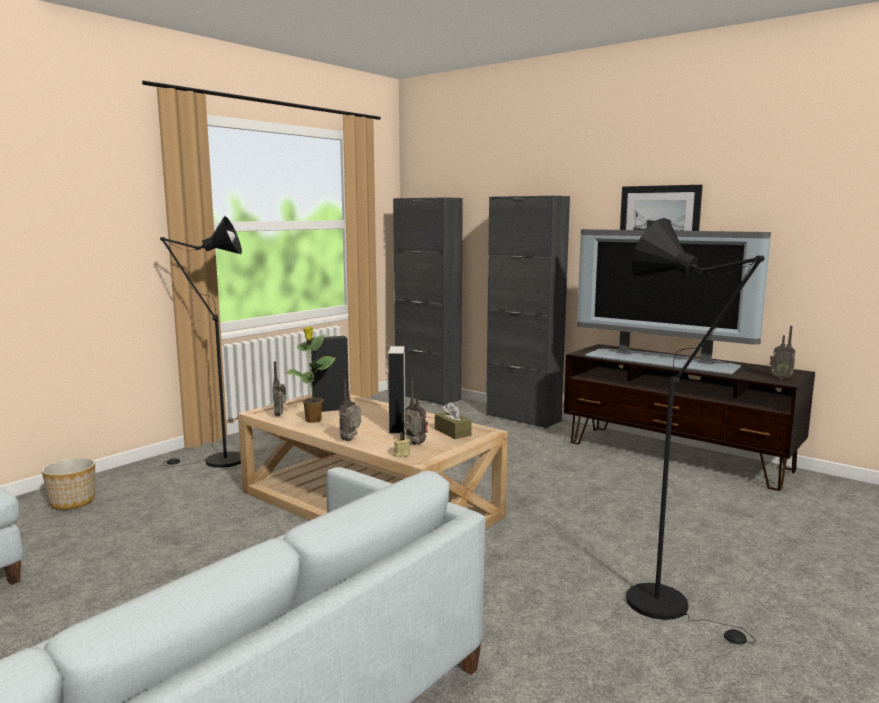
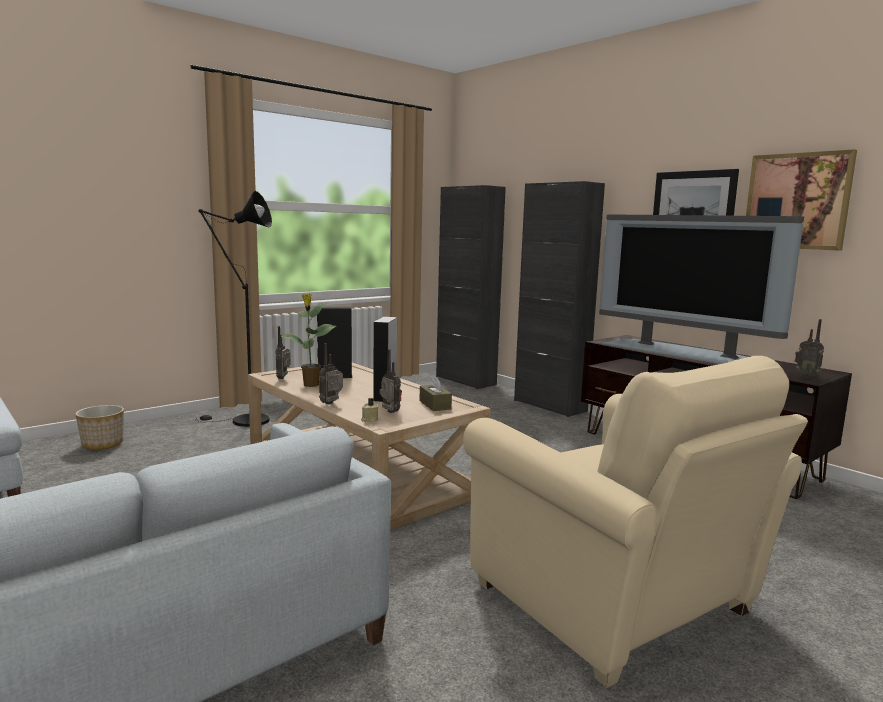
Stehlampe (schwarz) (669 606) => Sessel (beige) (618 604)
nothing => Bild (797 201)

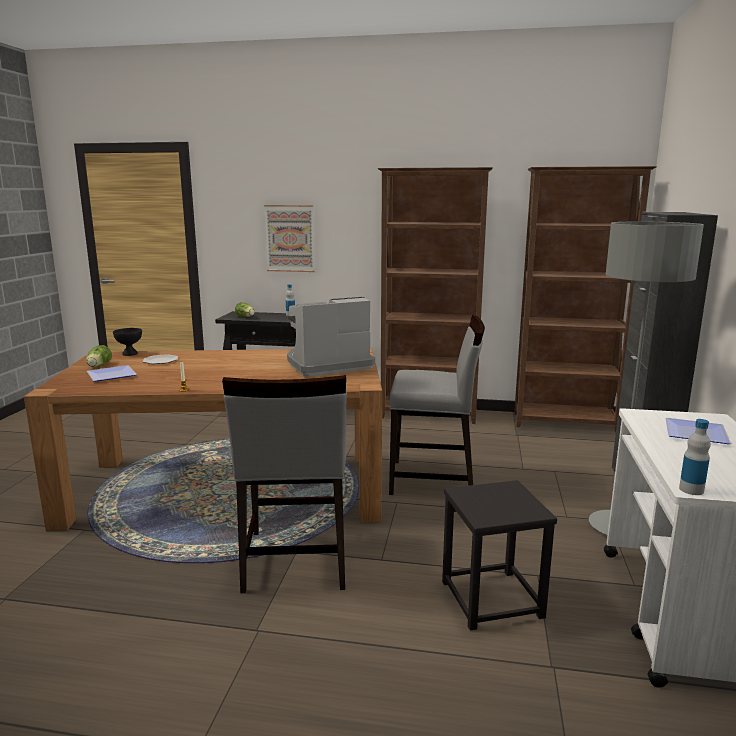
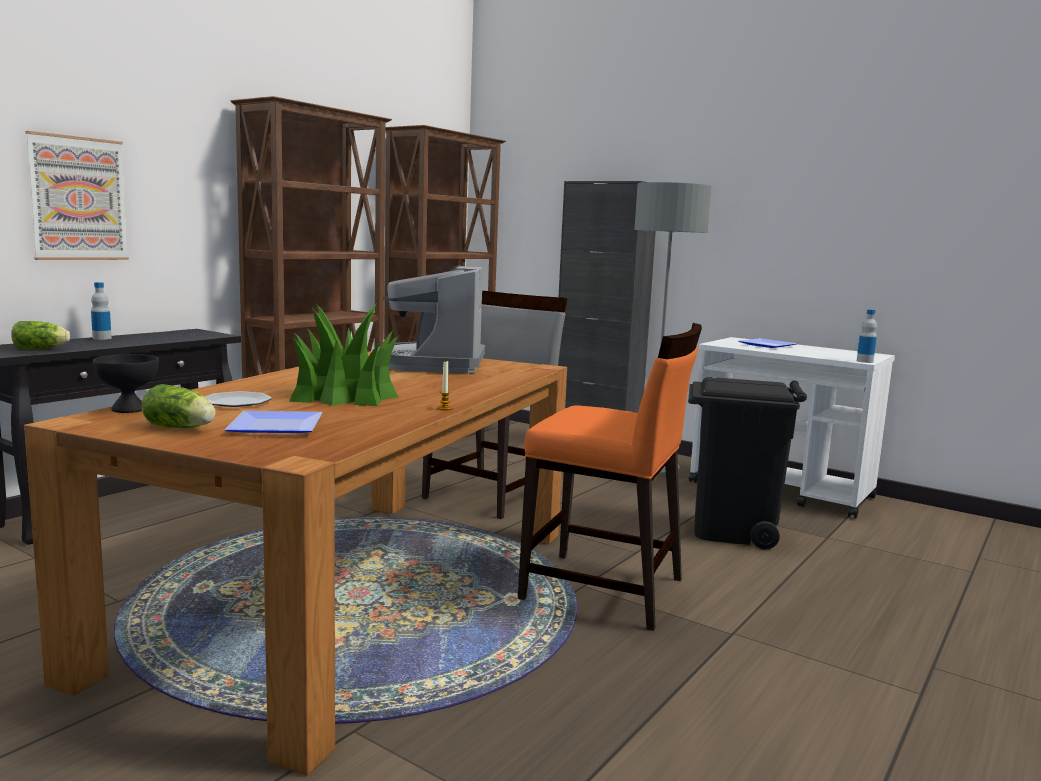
Stuhl (grau) (295 560) => Stuhl (orange) (604 590)
Hocker (schwarz) (491 599) => Mülleimer (schwarz) (732 531)
nothing => Topfpflanze (344 395)

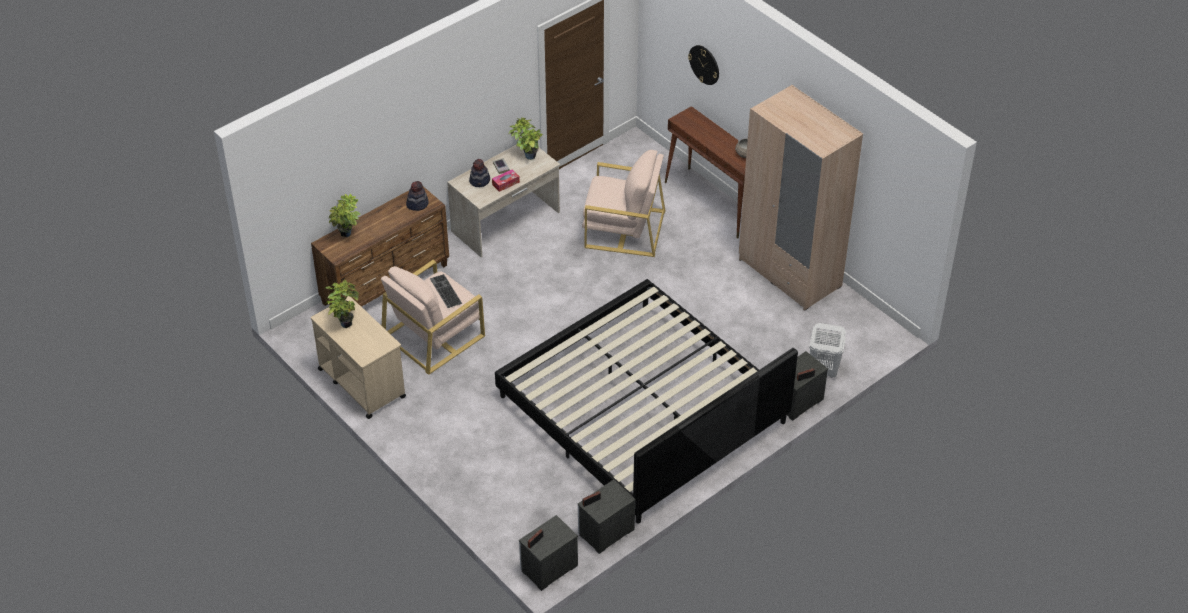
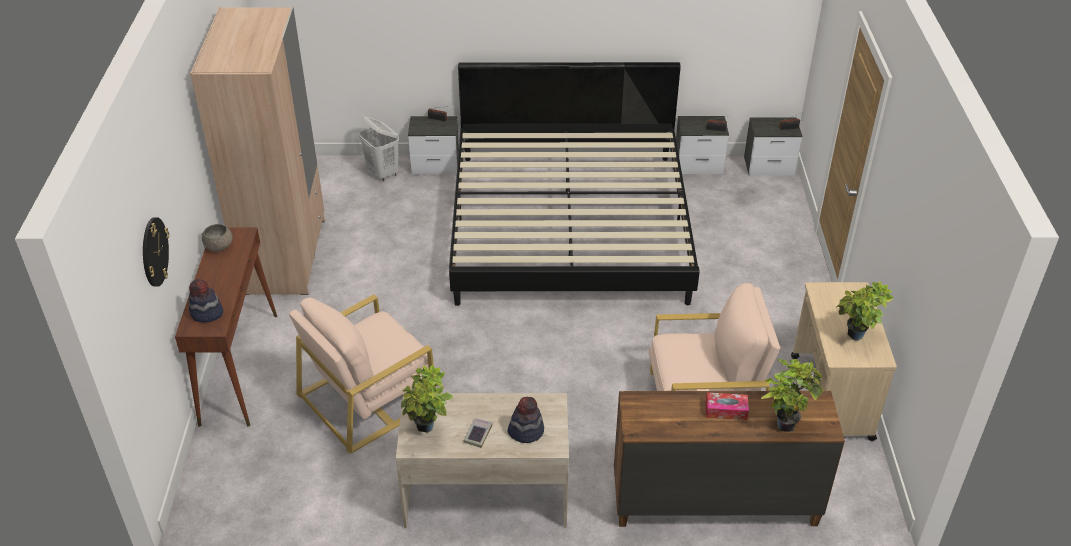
Hut (417 204) => Hut (206 313), moved
Tastatur (444 291) => nothing
Taschentuchbox (505 183) => Taschentuchbox (726 411), moved
Sessel (beige) (624 228) => Sessel (beige) (368 398), 90 degrees counterclockwise

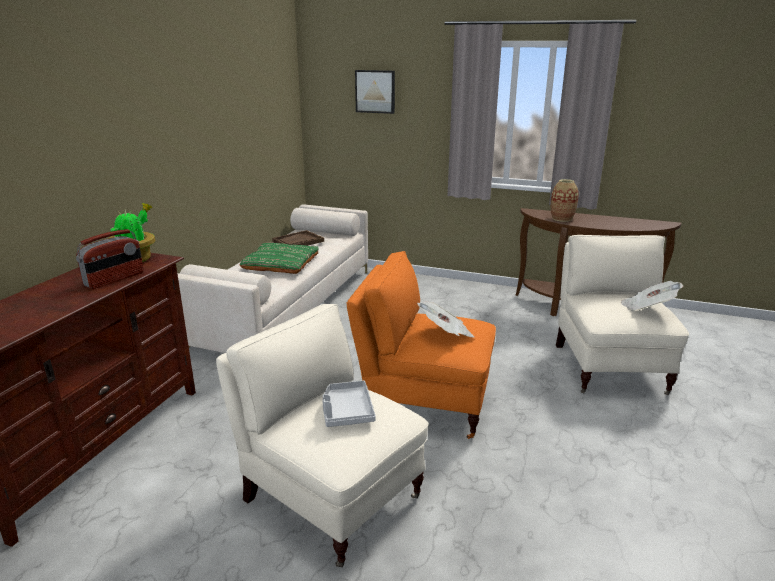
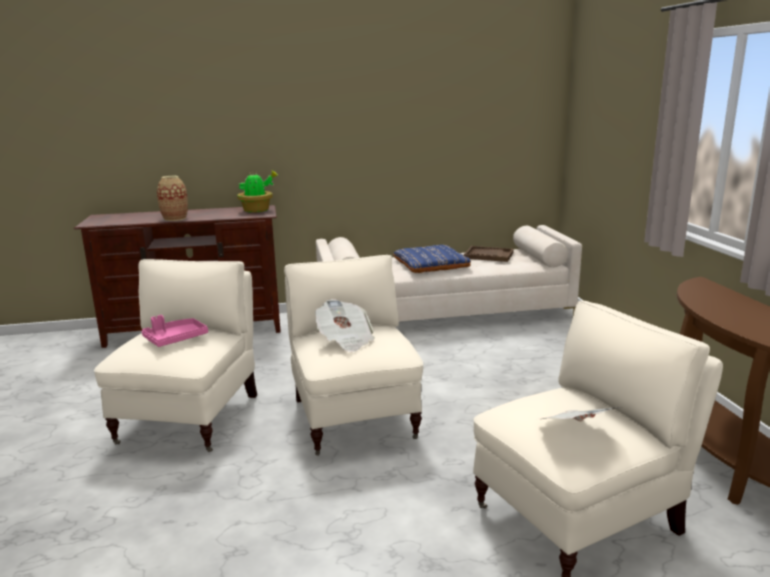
Radio (115 279) => nothing
Kissen (grün) (281 263) => Kissen (blau) (431 264)
Tablett (grau) (347 411) => Tablett (rosa) (175 339)
Sessel (orange) (422 403) => Sessel (beige) (354 417)
Bild (375 91) => nothing
Vase (562 218) => Vase (175 218), moved

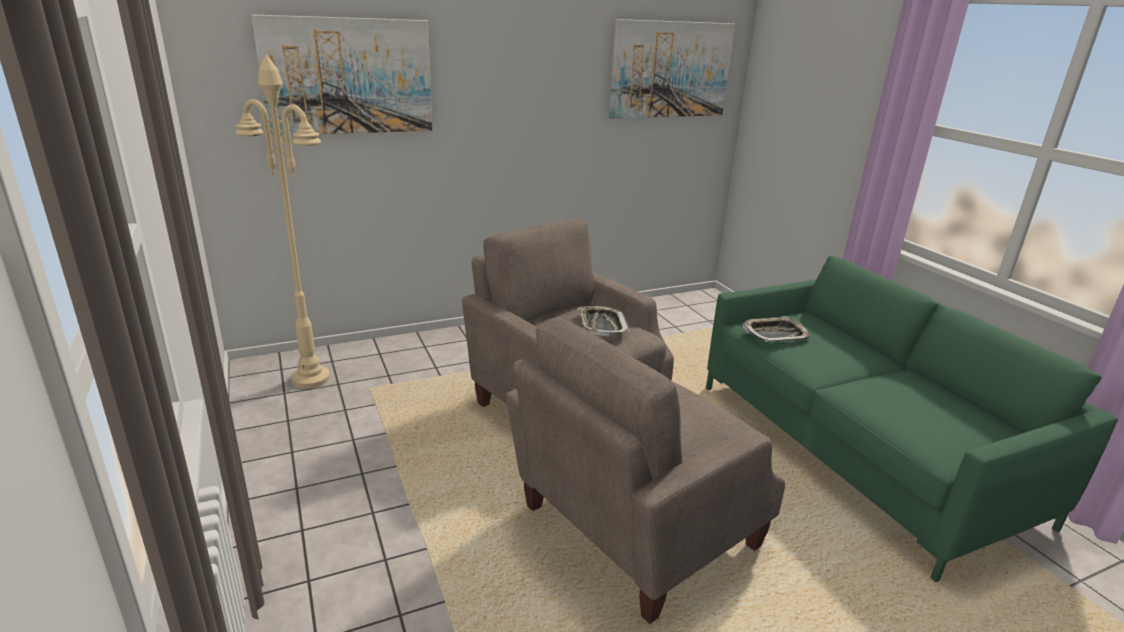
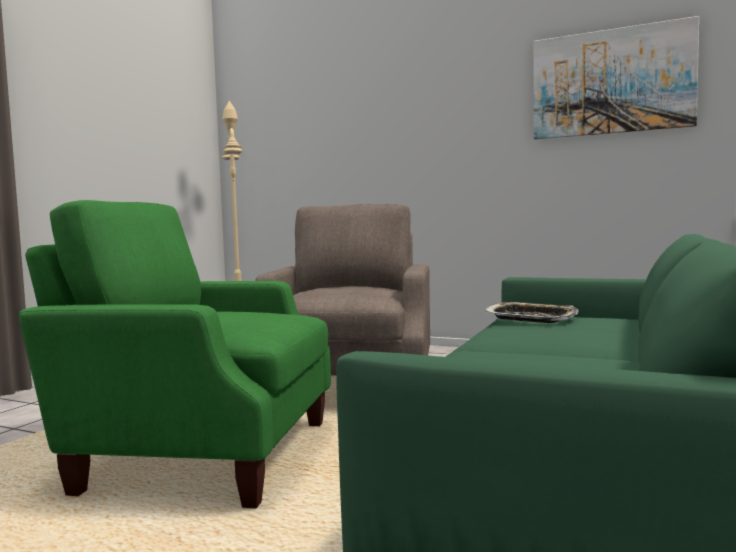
Bild (348 76) => nothing
Sessel (beige) (634 529) => Sessel (grün) (203 455)
Tablett (602 325) => nothing

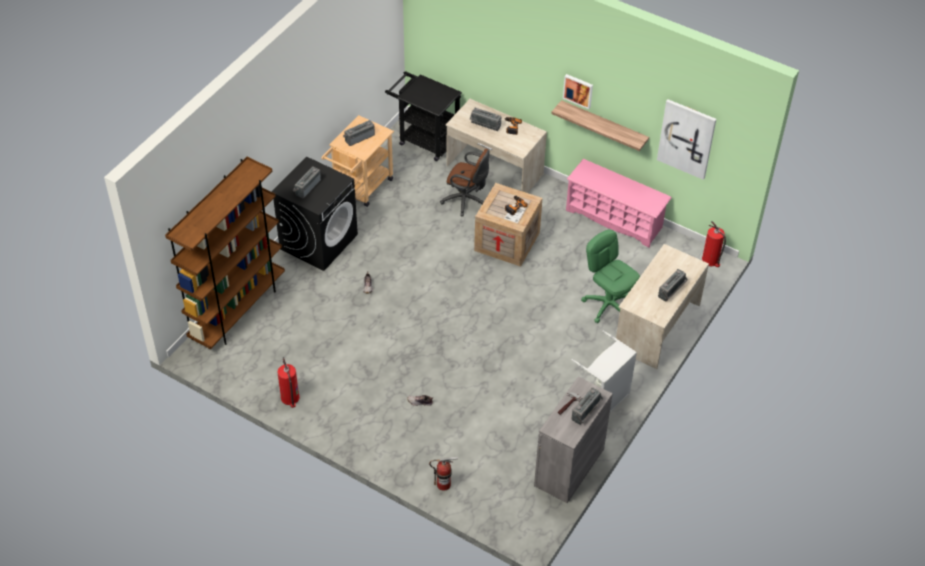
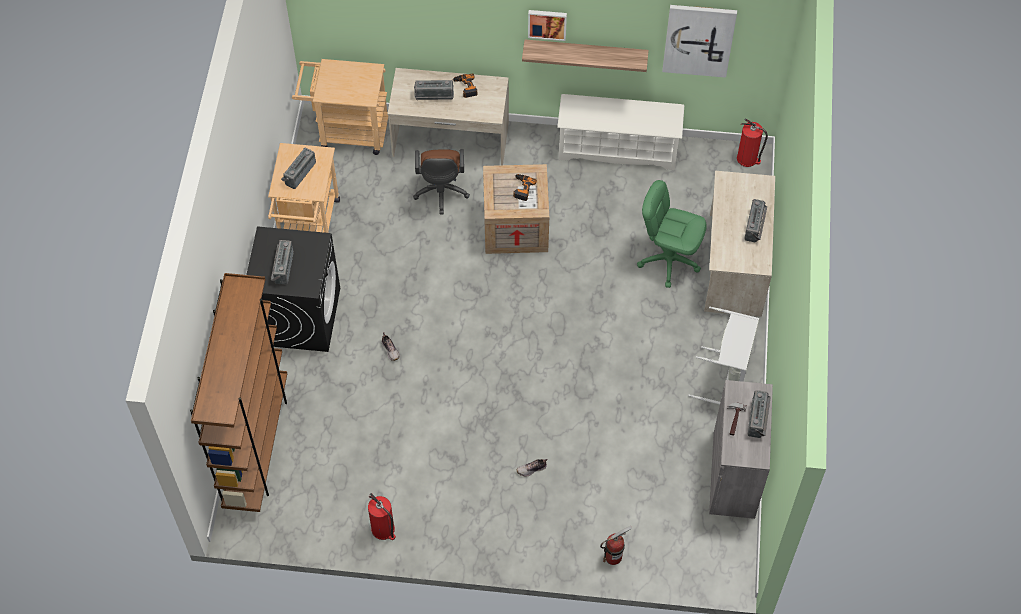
Rollwagen (schwarz) (424 139) => Rollwagen (beige) (347 132)
Bürostuhl (braun) (466 201) => Bürostuhl (braun) (441 193), 90 degrees clockwise
Schuhregal (rosa) (614 219) => Schuhregal (weiß) (618 149)

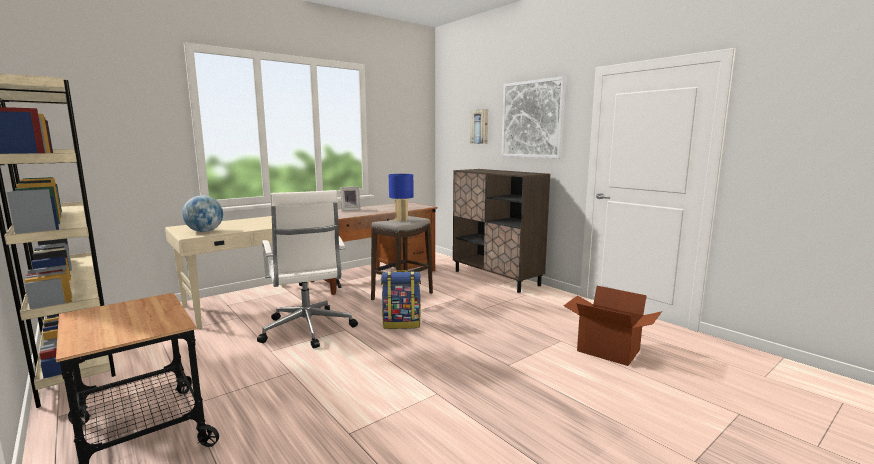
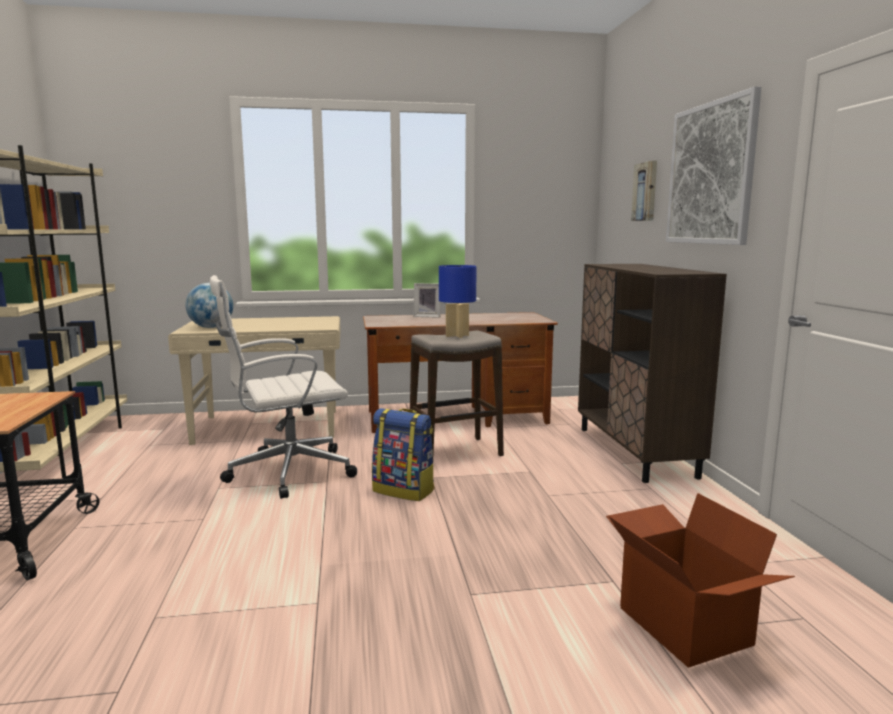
Bürostuhl (weiß) (307 330) => Bürostuhl (weiß) (286 472), 60 degrees clockwise

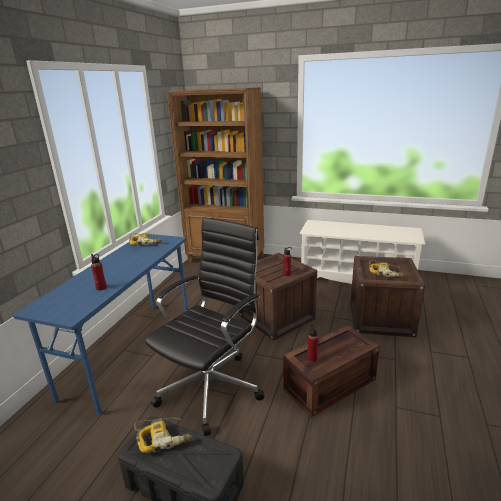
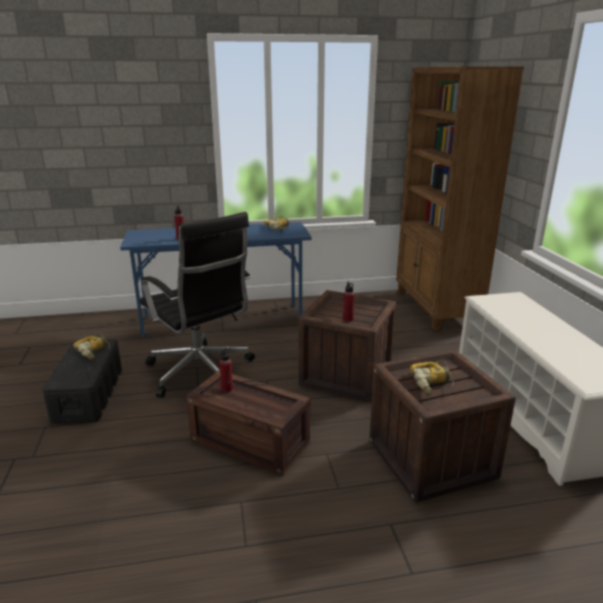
Bürostuhl (schwarz) (212 386) => Bürostuhl (schwarz) (201 372), 45 degrees clockwise

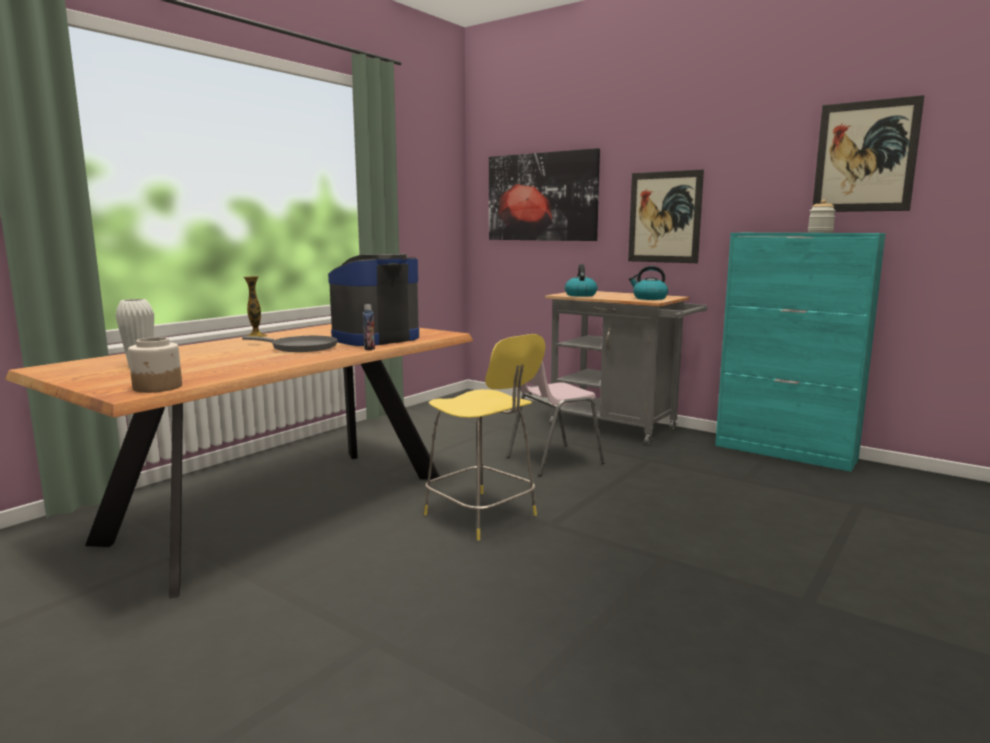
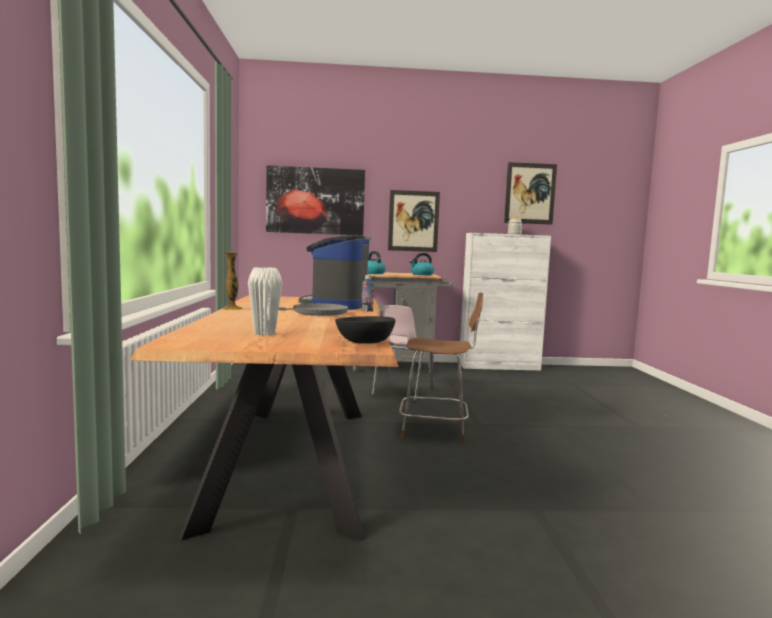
Vorratsglas (158 387) => Schüssel (schwarz) (366 343)
Hocker (gelb) (483 516) => Hocker (braun) (436 430)
Schrank (türkis) (785 452) => Schrank (weiß) (499 366)

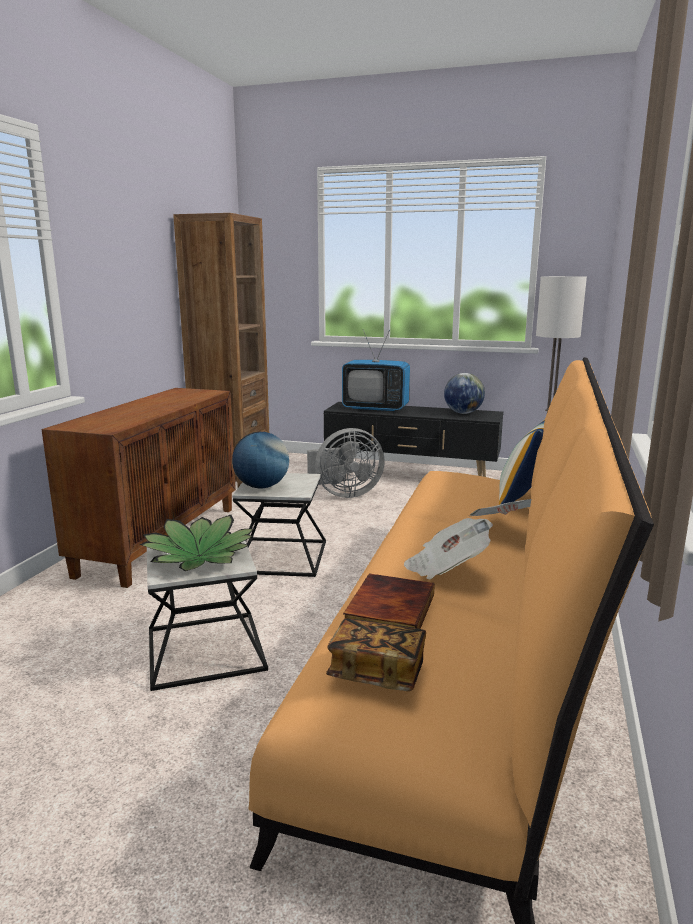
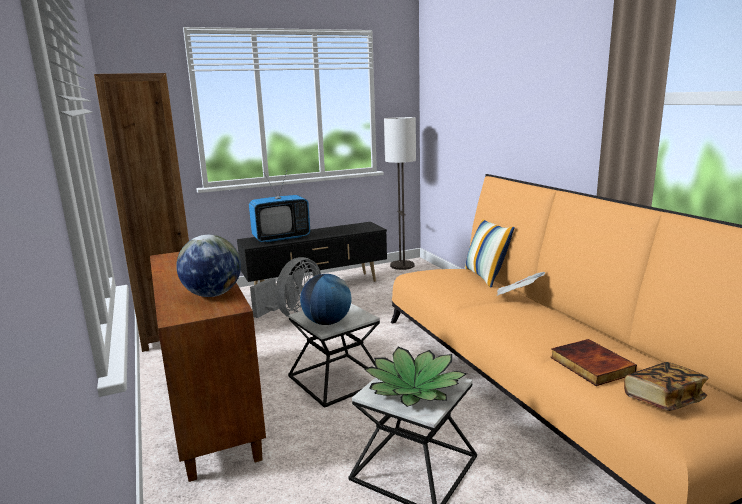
Zeitung (446 568) => nothing
Globus (463 413) => Globus (212 294), moved

